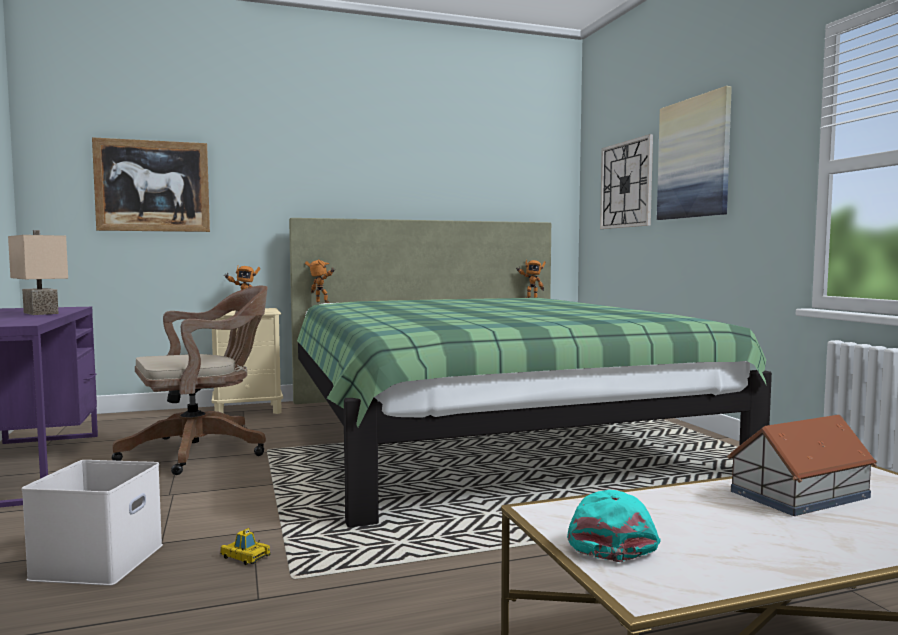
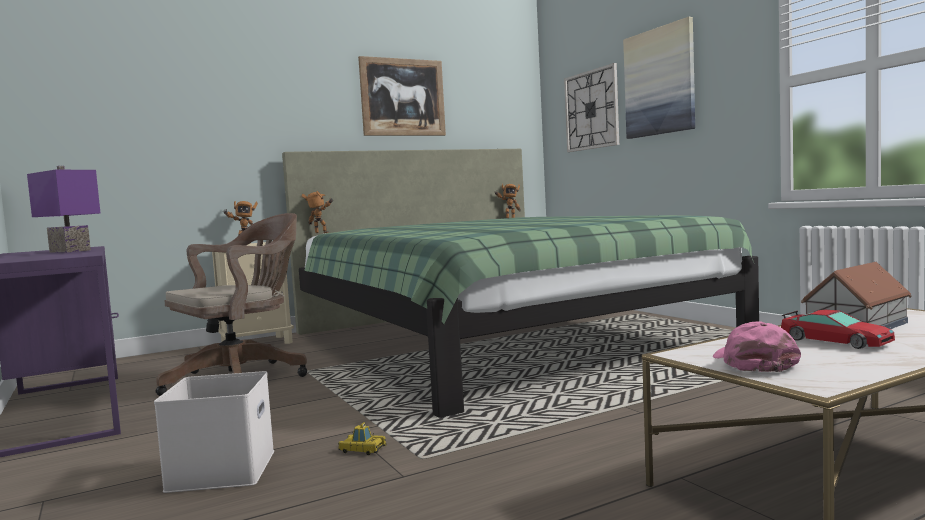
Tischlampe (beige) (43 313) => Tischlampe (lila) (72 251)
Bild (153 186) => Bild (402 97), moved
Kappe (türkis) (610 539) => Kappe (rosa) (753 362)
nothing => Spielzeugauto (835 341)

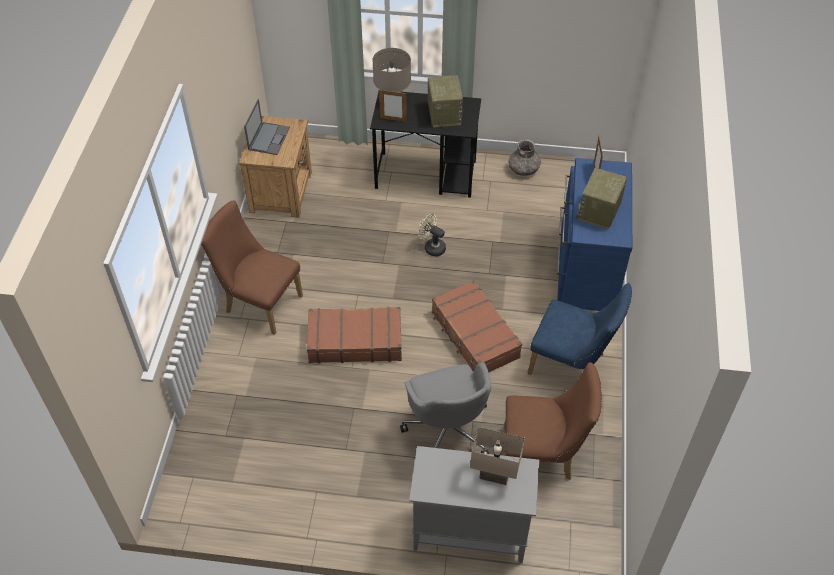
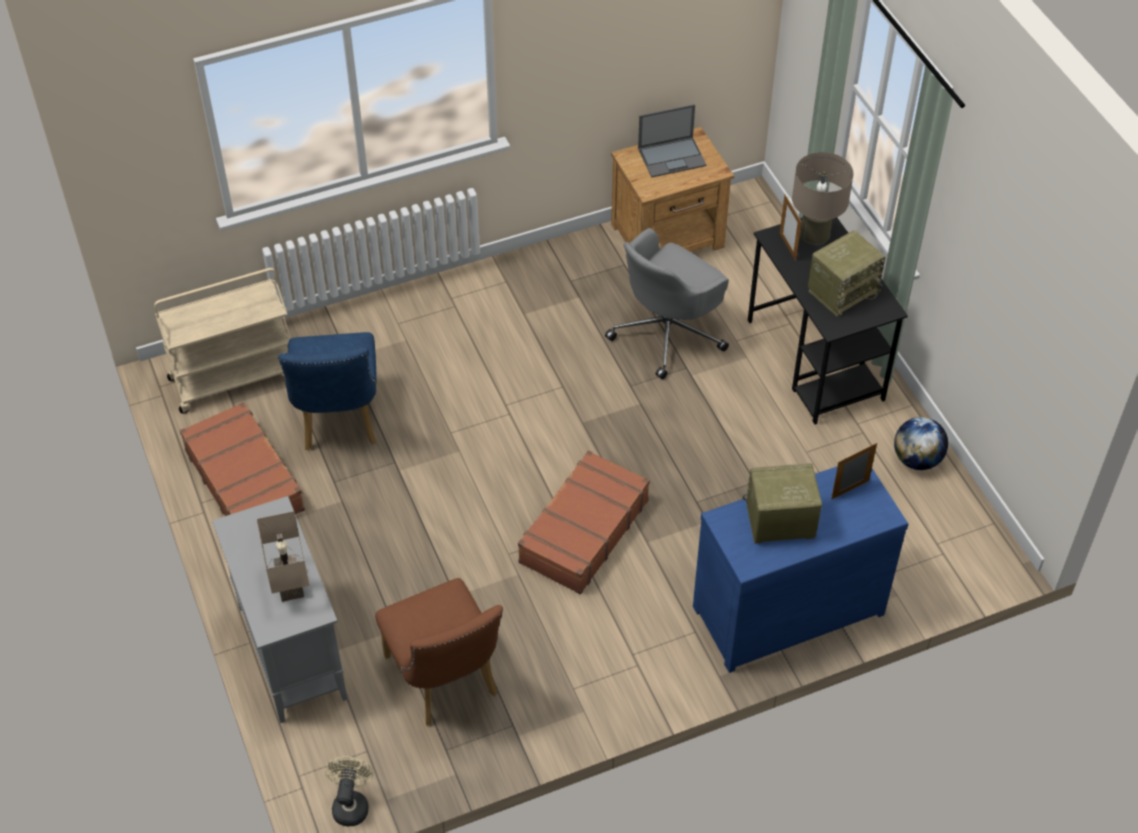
Stuhl (braun) (259 303) => nothing
Koffer (braun) (355 341) => Koffer (braun) (245 480), moved
Bürostuhl (grau) (447 430) => Bürostuhl (grau) (668 332), moved
Ventilator (beige) (431 247) => Ventilator (beige) (351 804), moved
Vase (grau) (523 169) => Globus (917 459)
Stuhl (blau) (572 366) => Stuhl (blau) (338 422), moved
nothing => Rollwagen (beige) (235 377)

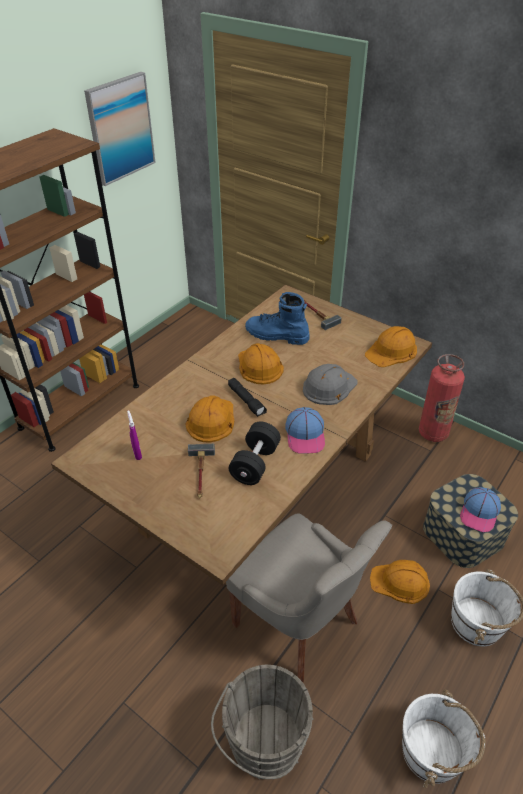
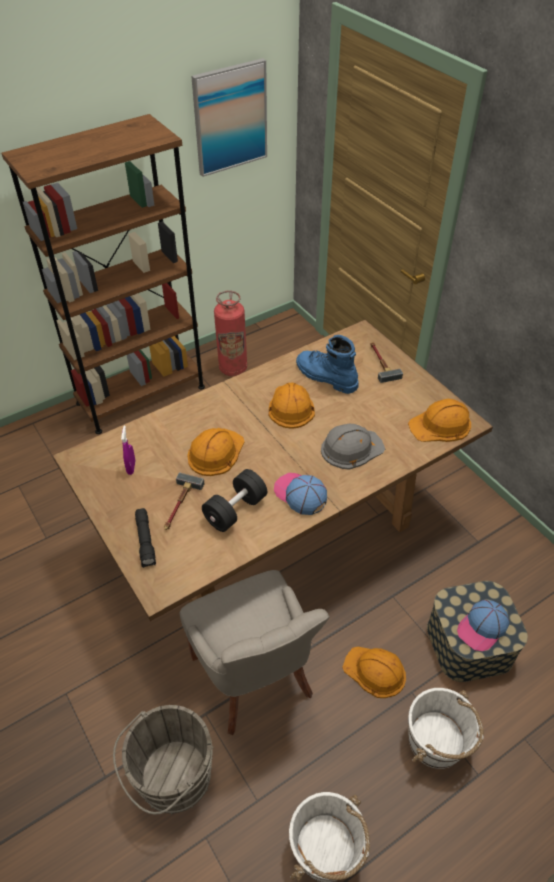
Taschenlampe (schwarz) (247 401) => Taschenlampe (schwarz) (146 541), moved
Kappe (305 435) => Kappe (300 494), 120 degrees clockwise
Feuerlöscher (433 433) => Feuerlöscher (233 368), moved

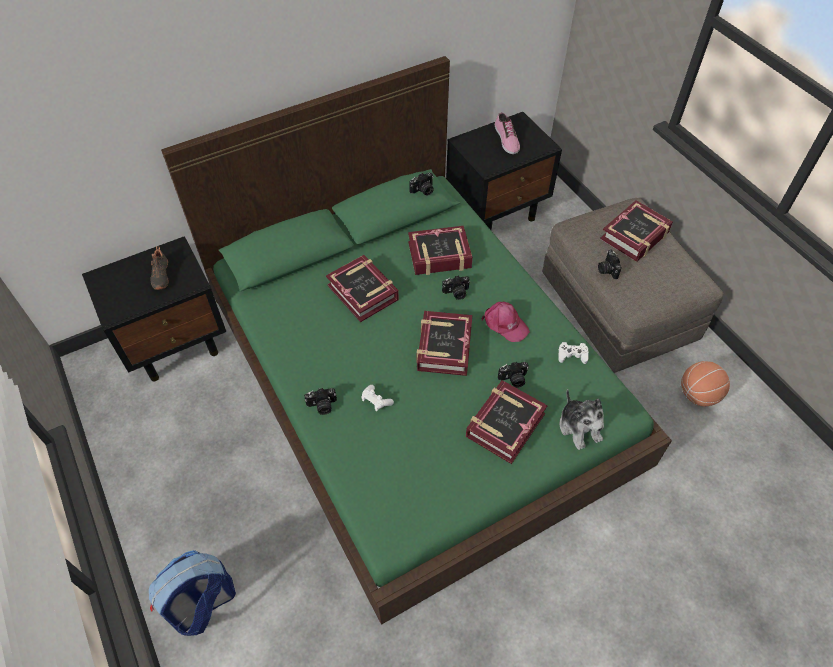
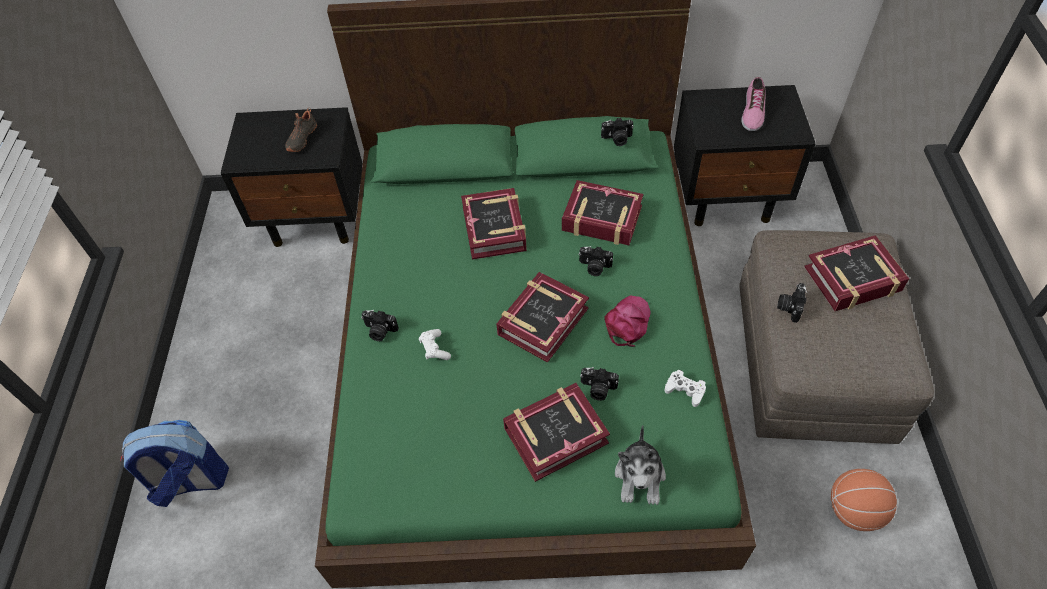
Kappe (rosa) (505 324) => Kappe (rosa) (627 323), 135 degrees counterclockwise

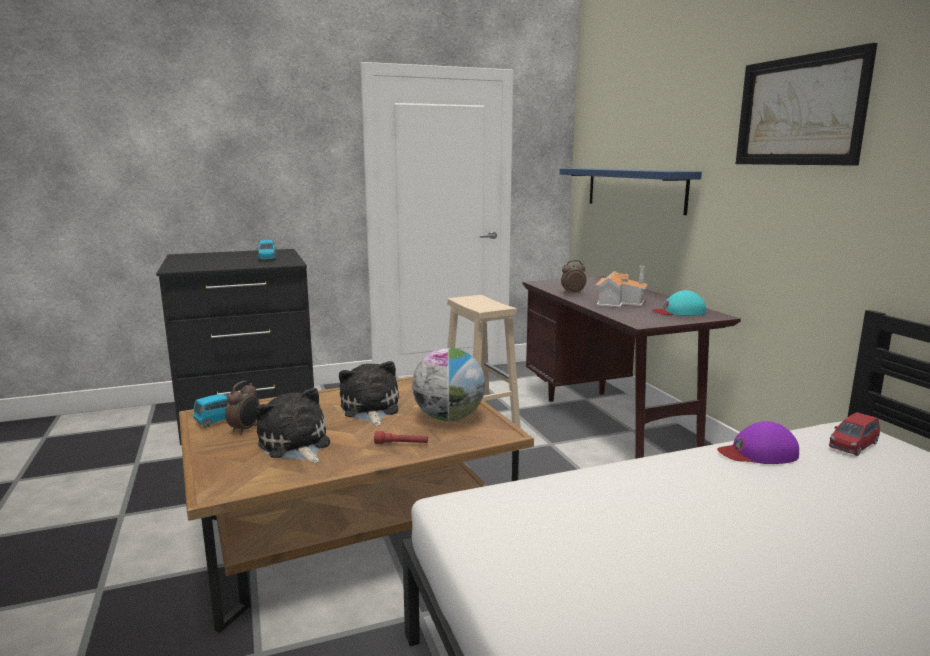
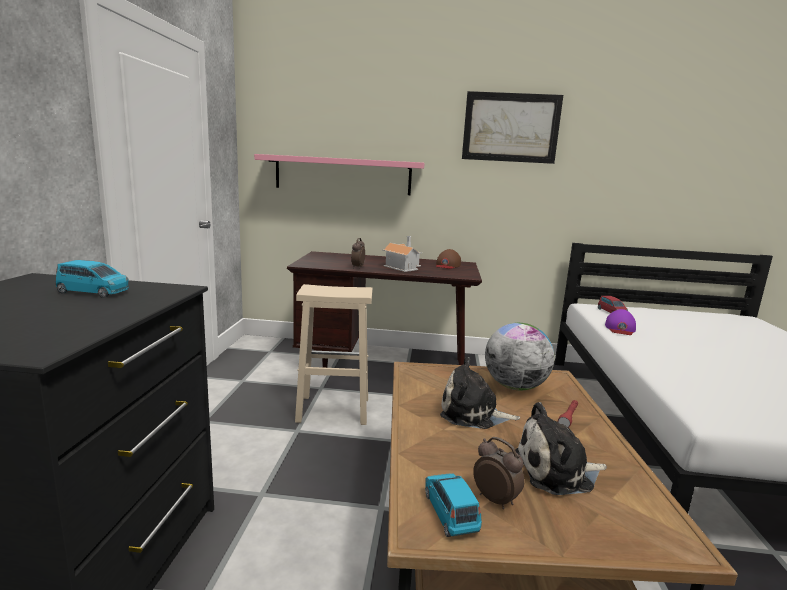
Wandregal (blau) (634 189) => Wandregal (rosa) (343 175)
Kappe (türkis) (679 312) => Kappe (braun) (447 265)

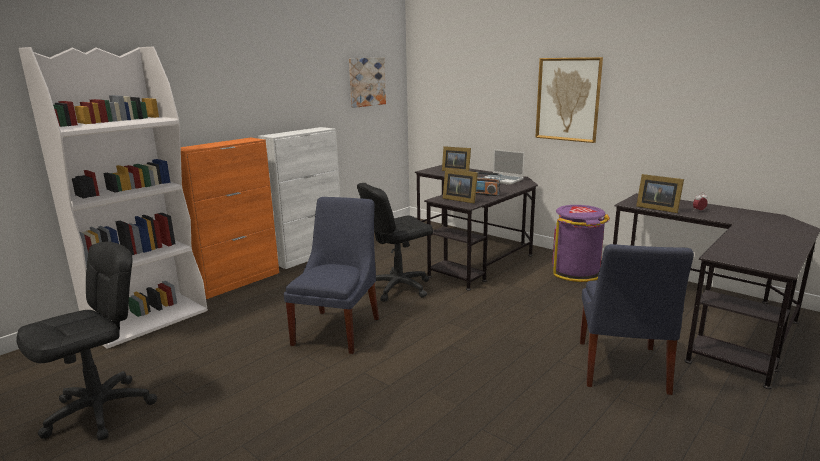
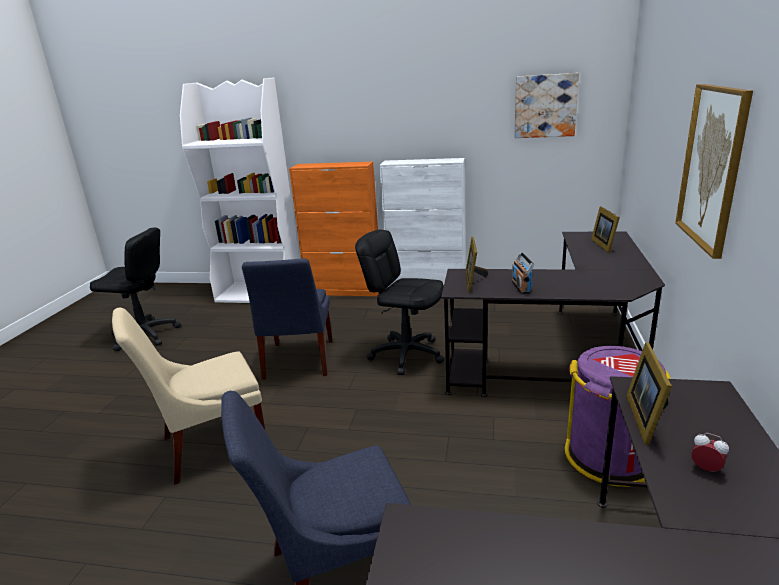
Stuhl (blau) (339 329) => Stuhl (blau) (298 361), 105 degrees clockwise
Laptop (502 180) => nothing
nothing => Stuhl (beige) (209 445)

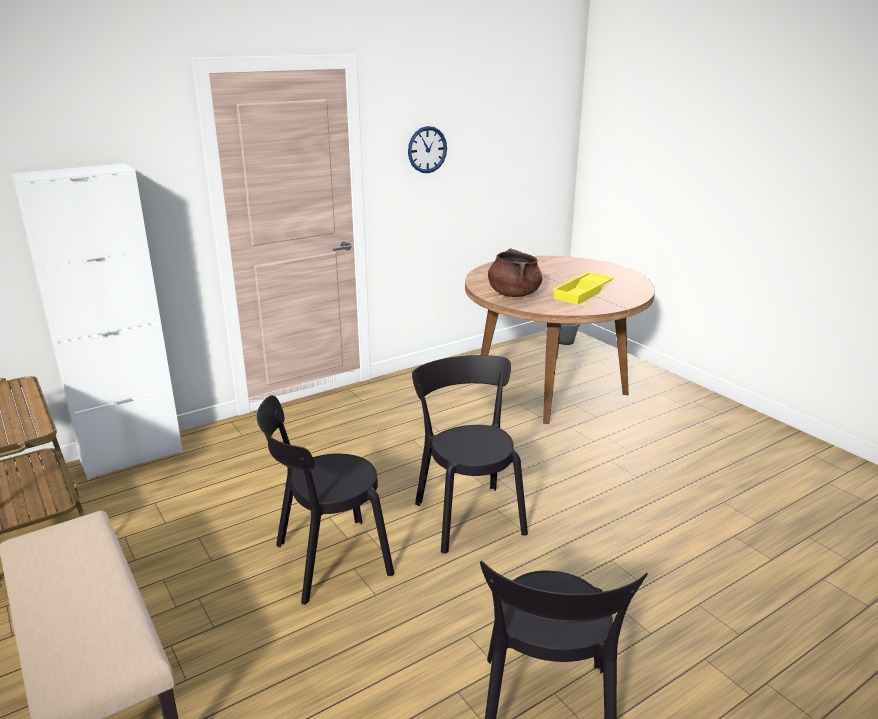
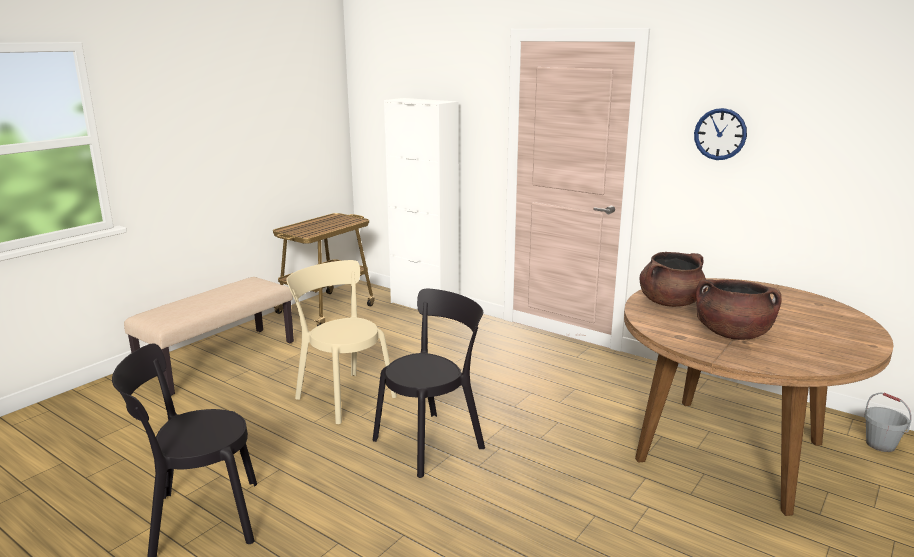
Stuhl (schwarz) (327 561) => Stuhl (beige) (343 395)
Tablett (gelb) (583 293) => Kochtopf (braun) (732 334)

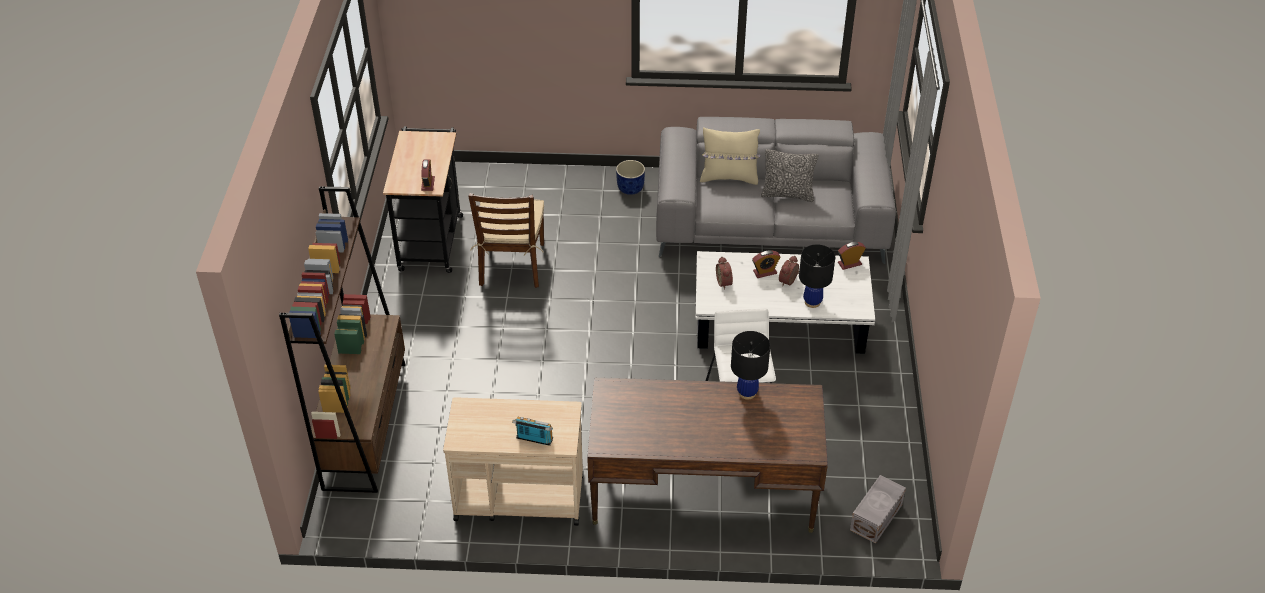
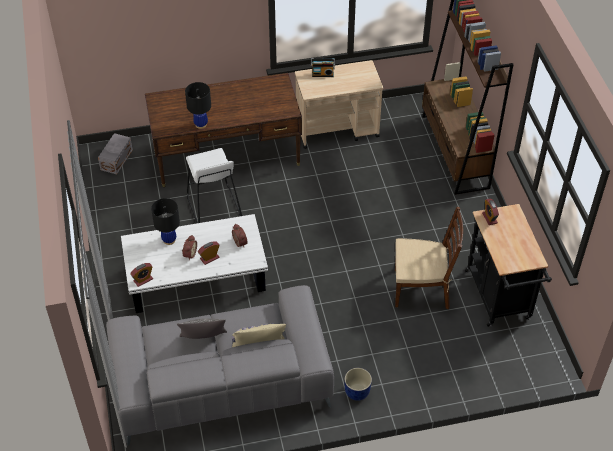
Stuhl (braun) (512 265) => Stuhl (braun) (422 288), 105 degrees clockwise

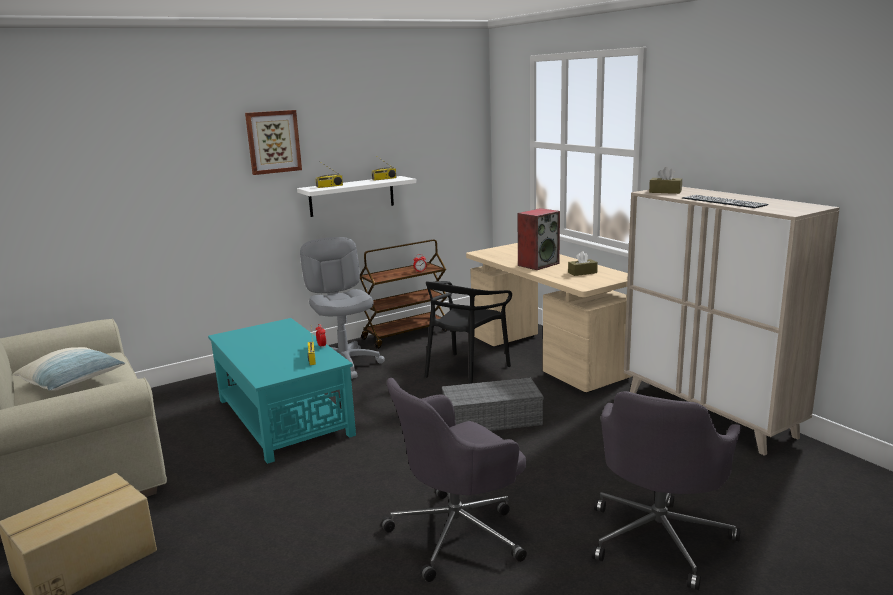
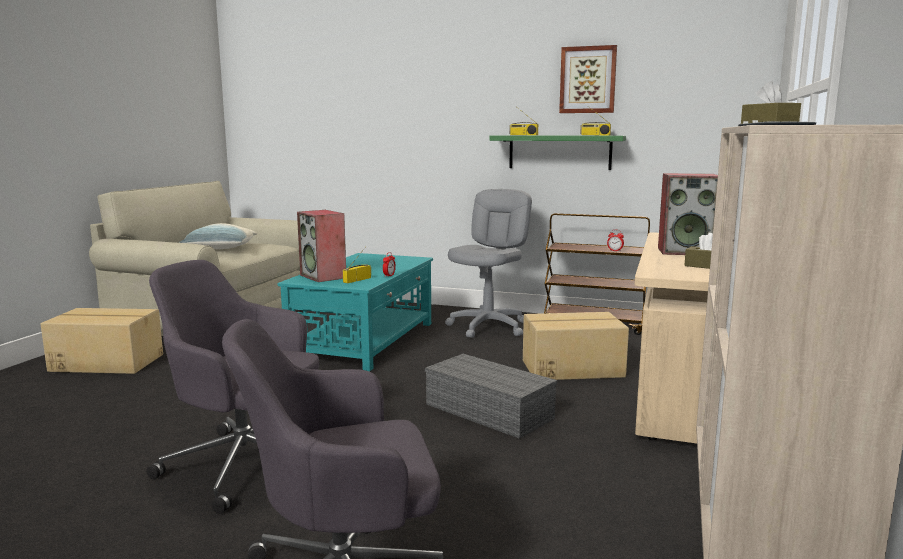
Bild (273 142) => Bild (588 80), moved
Wandregal (weiß) (352 196) => Wandregal (grün) (559 152)
Stuhl (schwarz) (466 370) => Karton (571 368)
nothing => Lautsprecher (324 276)

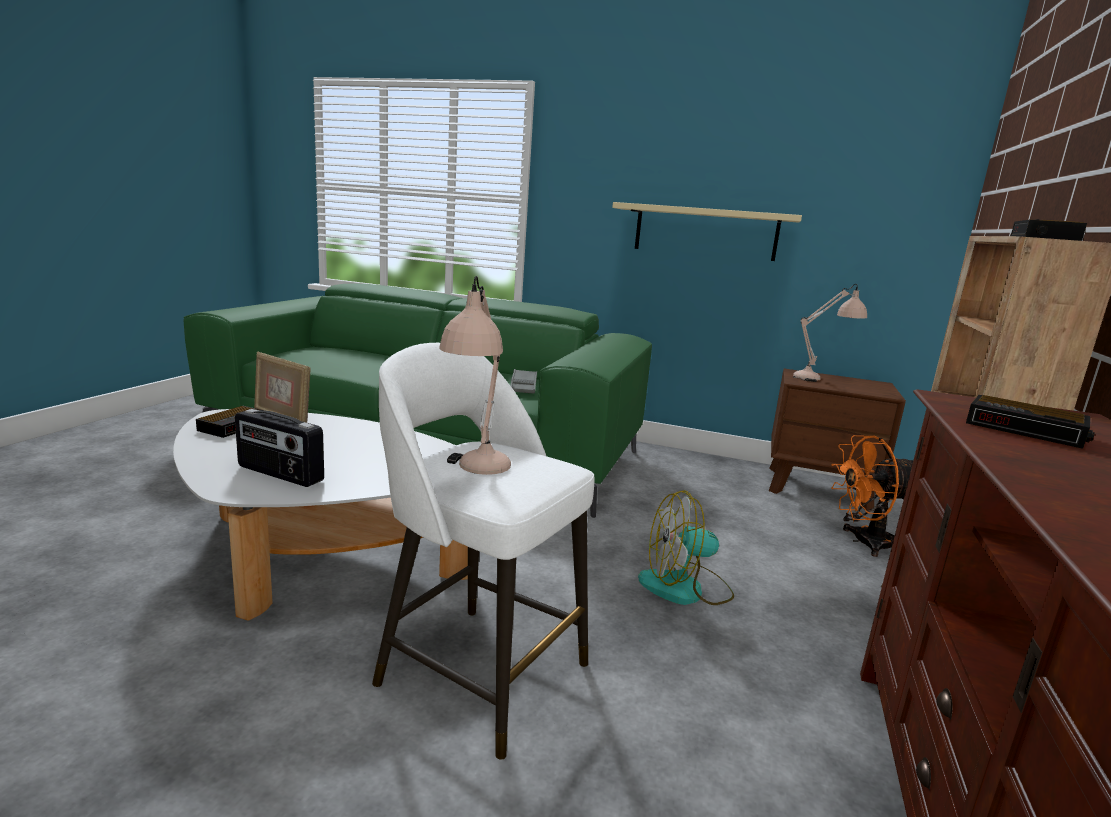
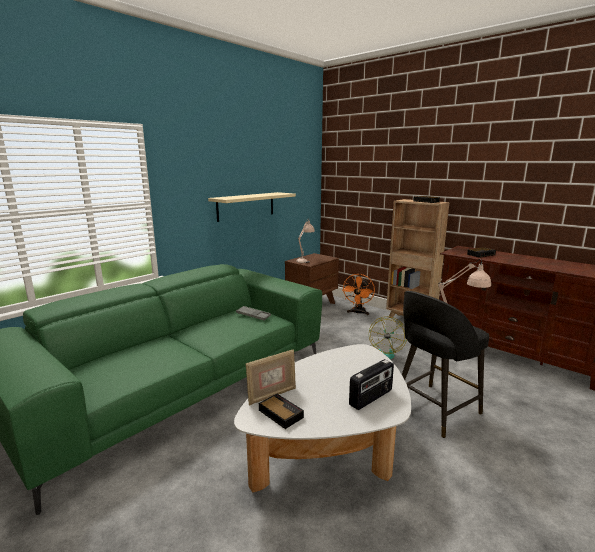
Hocker (weiß) (478 671) => Hocker (schwarz) (434 410)

